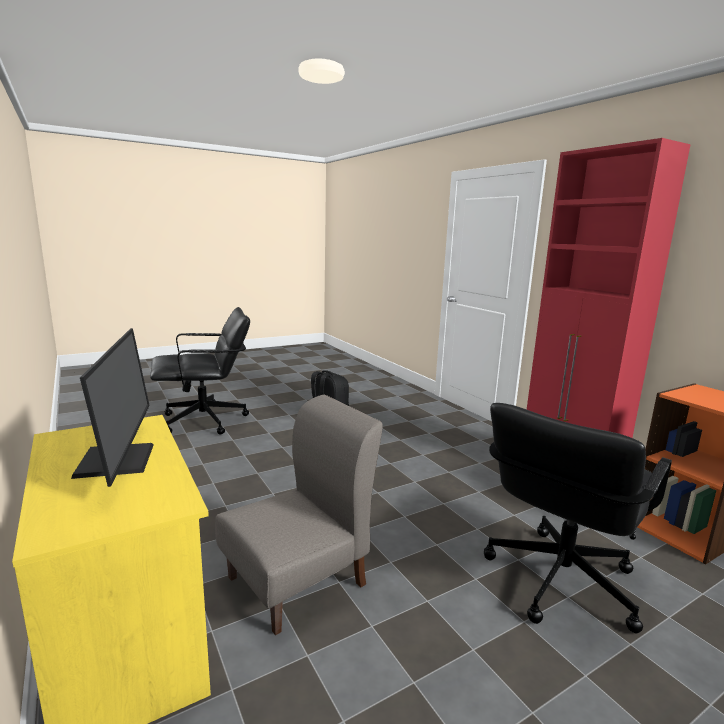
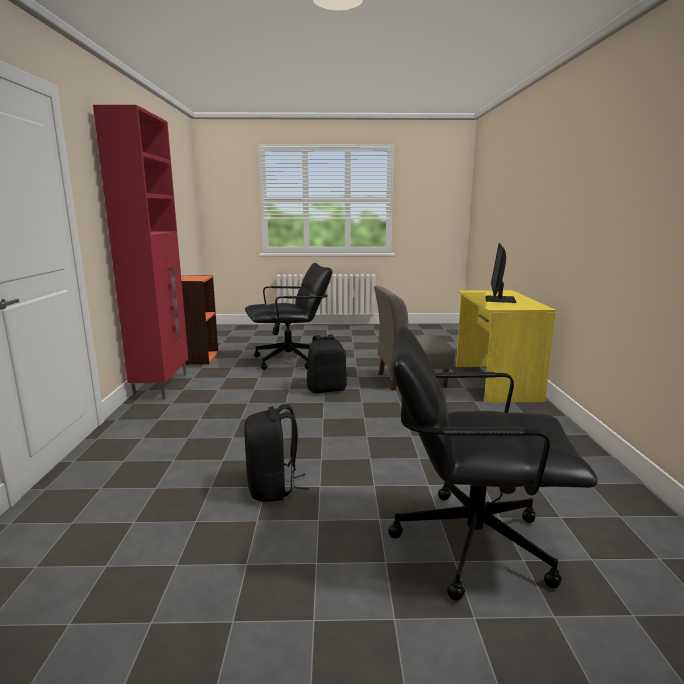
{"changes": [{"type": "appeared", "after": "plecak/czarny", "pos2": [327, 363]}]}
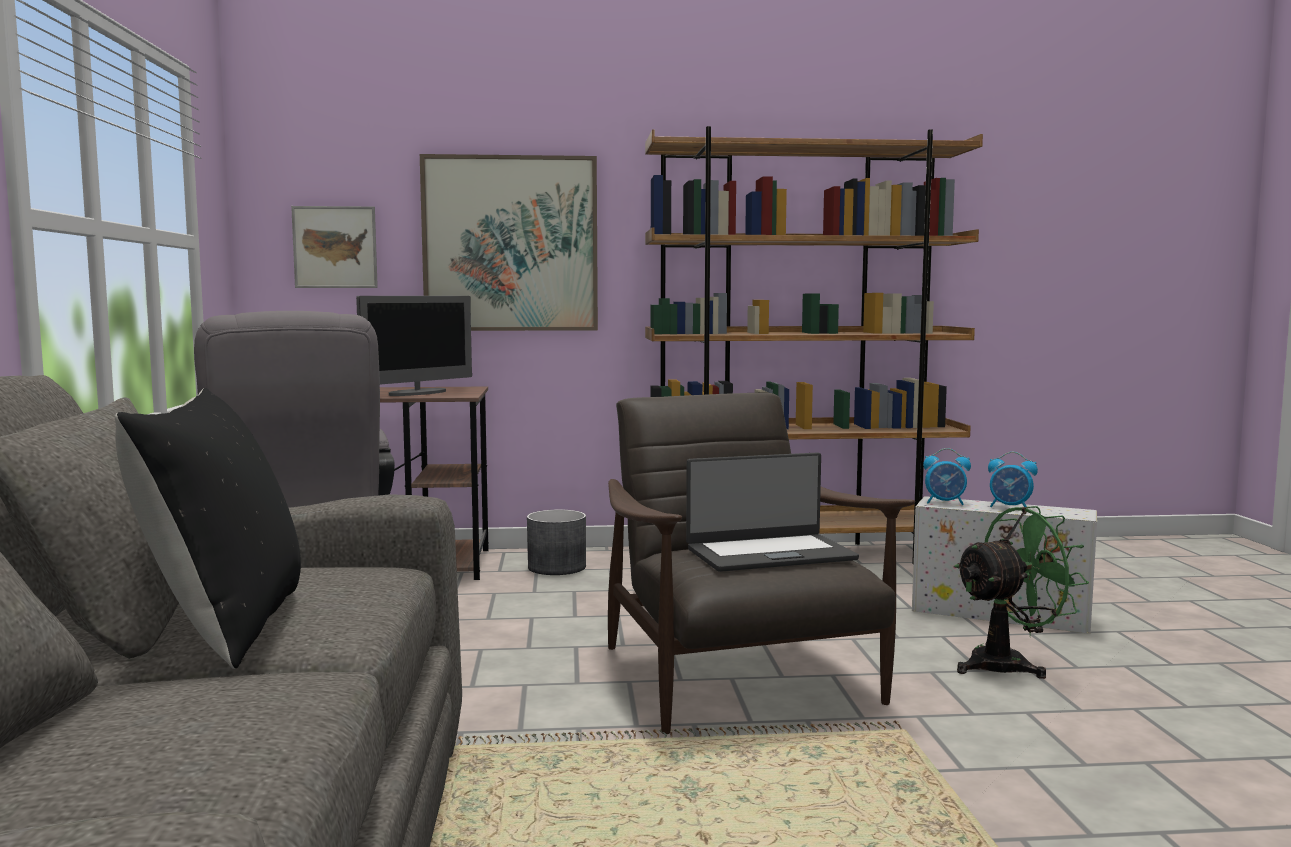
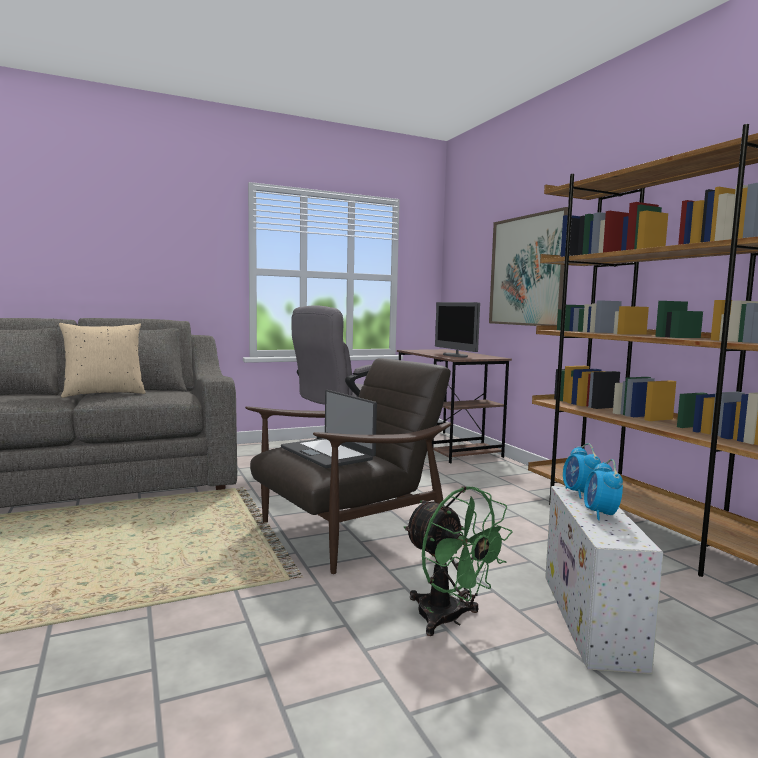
{"changes": [{"type": "missing", "before": "obraz", "pos1": [334, 247]}, {"type": "missing", "before": "donica/szary", "pos1": [556, 542]}, {"type": "colour", "before": "poduszka/czarny", "after": "poduszka/beżowy", "pos1": [208, 528], "pos2": [102, 360]}, {"type": "spun", "before": "monitor", "pos1": [414, 346], "pos2": [457, 329], "turn": 45}]}
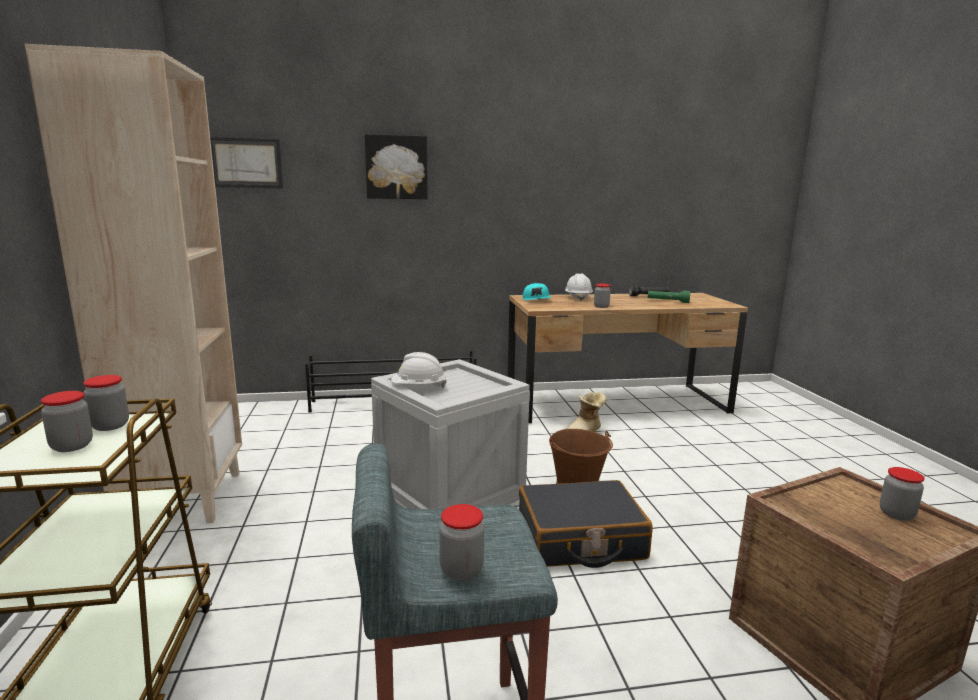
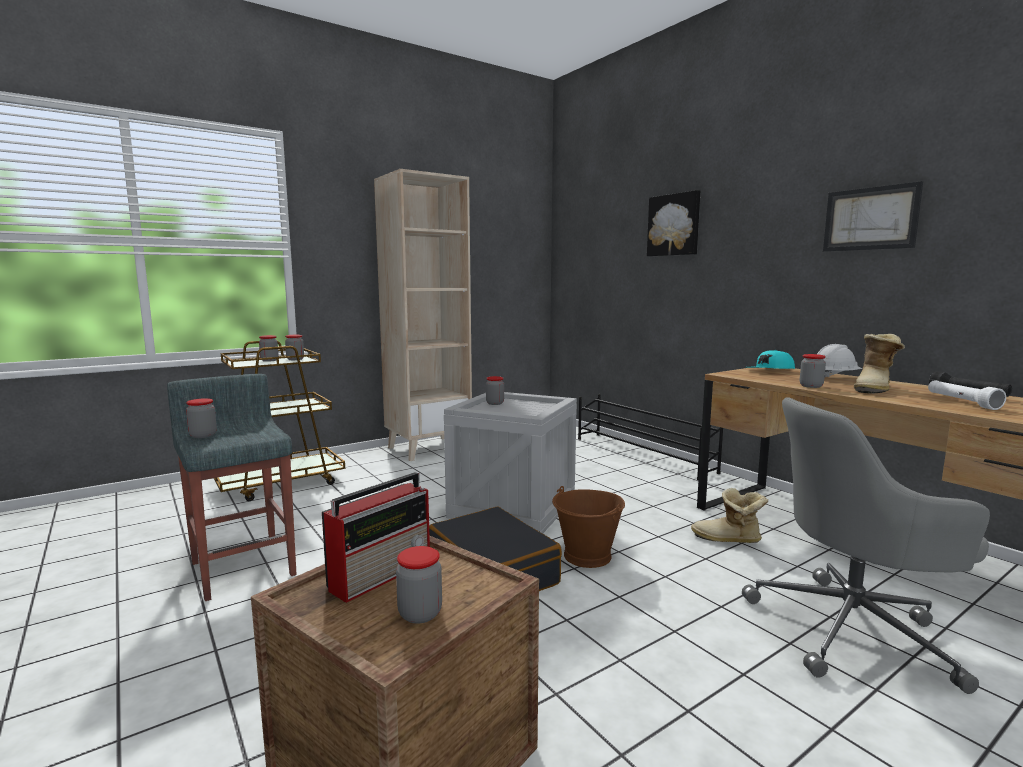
{"changes": [{"type": "appeared", "after": "radio", "pos2": [376, 537]}, {"type": "appeared", "after": "krzesło biurowe/szary", "pos2": [866, 545]}, {"type": "appeared", "after": "but z cholewką", "pos2": [879, 364]}, {"type": "relocated", "before": "obraz", "pos1": [246, 162], "pos2": [873, 216]}, {"type": "exchanged", "before": "kask/biały", "after": "słoik", "pos1": [419, 370], "pos2": [495, 390]}, {"type": "colour", "before": "latarka/zielony", "after": "latarka/biały", "pos1": [669, 297], "pos2": [967, 395]}]}
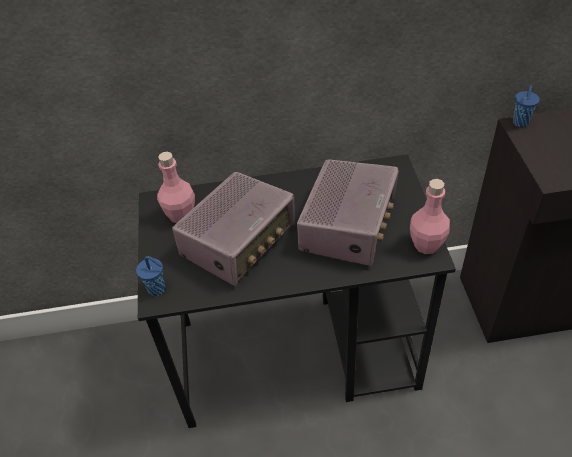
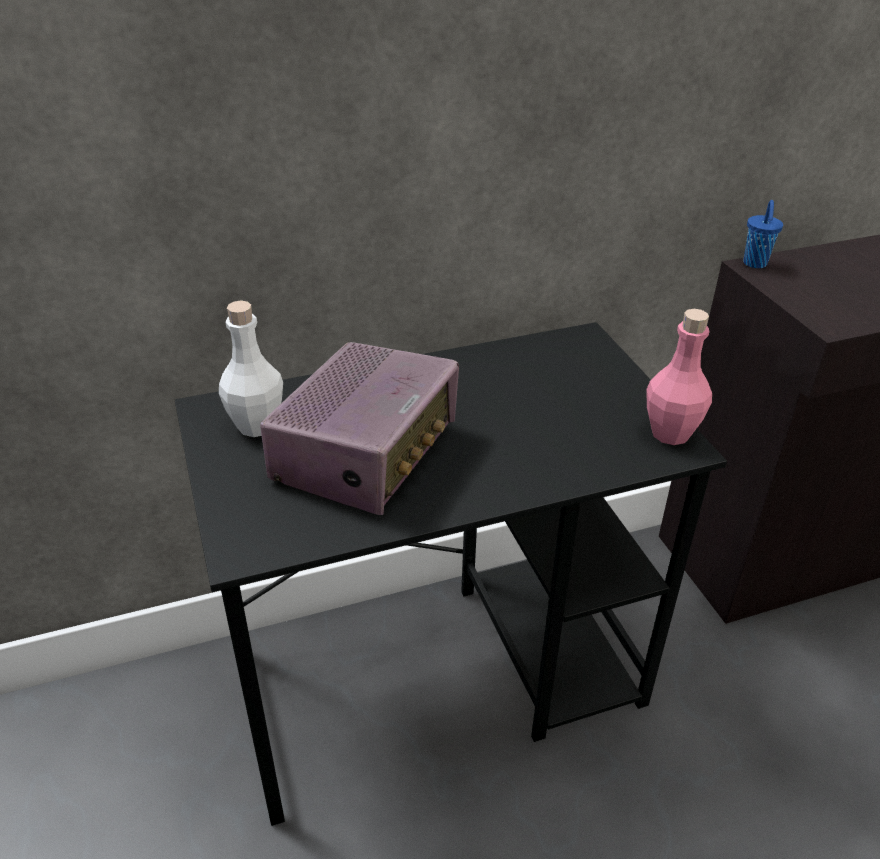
{"changes": [{"type": "missing", "before": "filiżanka/niebieski", "pos1": [150, 276]}, {"type": "missing", "before": "radio", "pos1": [348, 212]}, {"type": "colour", "before": "butelka/różowy", "after": "butelka/biały", "pos1": [176, 187], "pos2": [251, 369]}]}
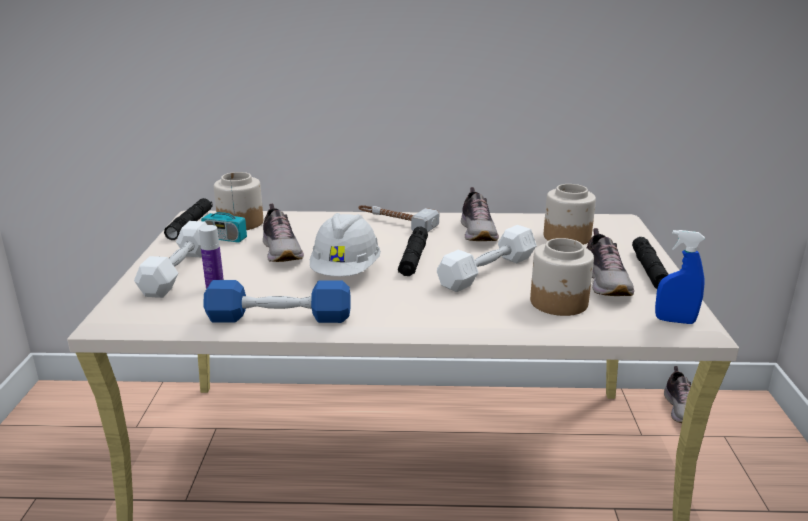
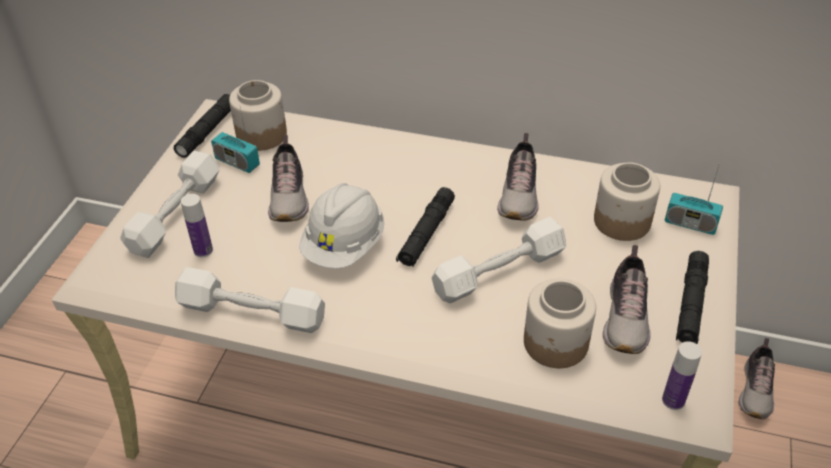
{"changes": [{"type": "missing", "before": "młotek", "pos1": [398, 218]}, {"type": "appeared", "after": "radio", "pos2": [694, 199]}, {"type": "exchanged", "before": "spryskiwacz/niebieski", "after": "butelka", "pos1": [680, 277], "pos2": [682, 375]}, {"type": "colour", "before": "hantel/niebieski", "after": "hantel/biały", "pos1": [276, 301], "pos2": [250, 300]}]}
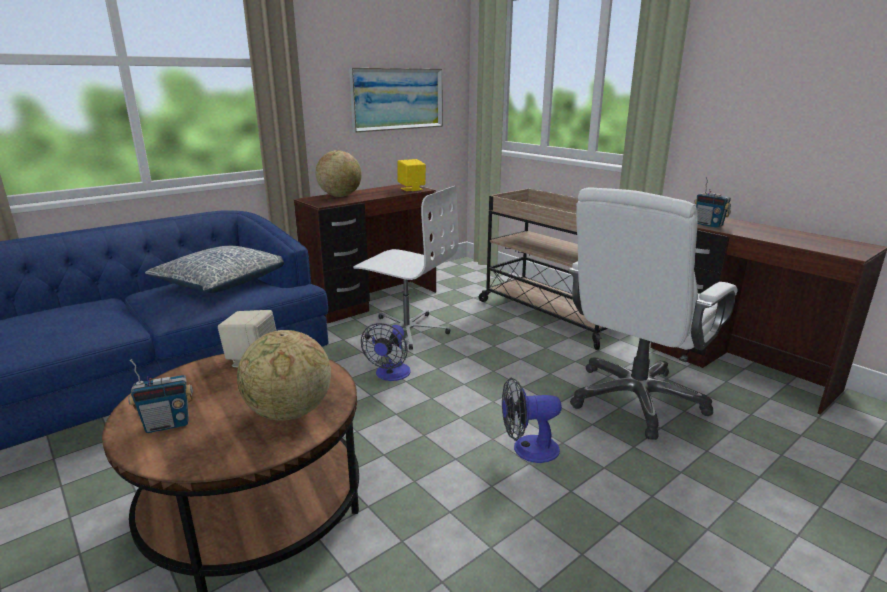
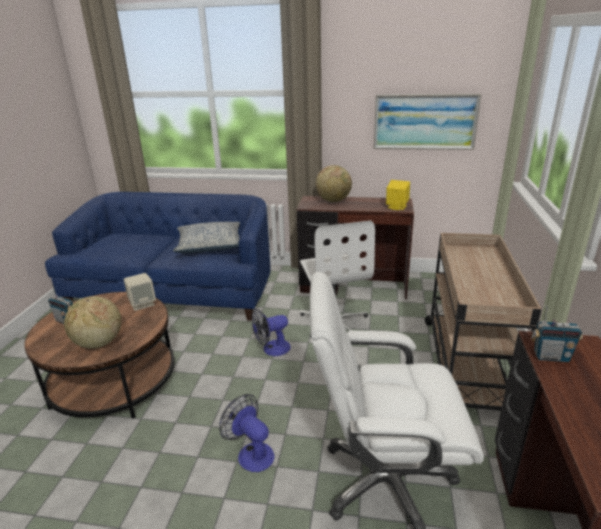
{"changes": [{"type": "spun", "before": "radio", "pos1": [712, 202], "pos2": [557, 333], "turn": -90}]}
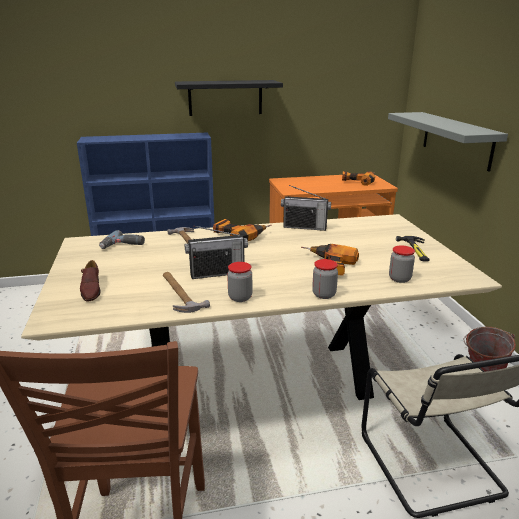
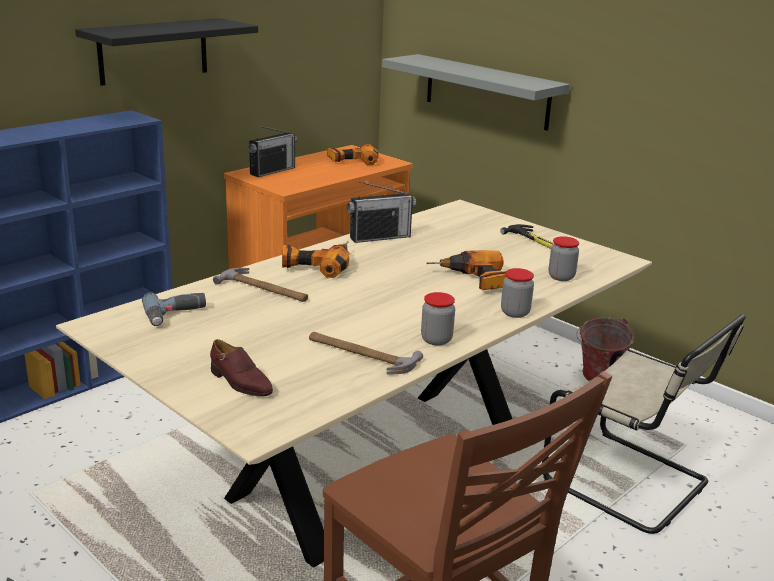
{"changes": [{"type": "relocated", "before": "radio", "pos1": [216, 252], "pos2": [272, 151]}]}
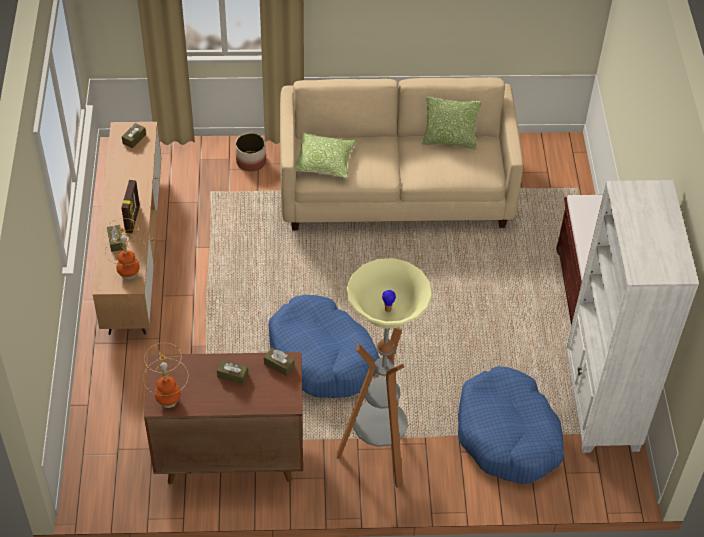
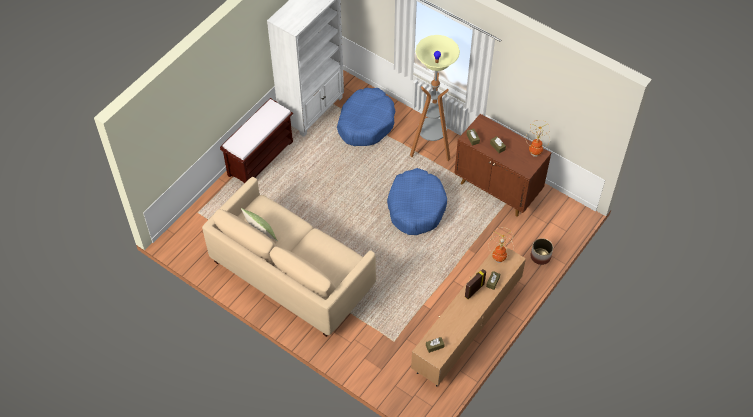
{"changes": [{"type": "missing", "before": "poduszka", "pos1": [325, 156]}, {"type": "relocated", "before": "donica", "pos1": [250, 152], "pos2": [542, 251]}]}
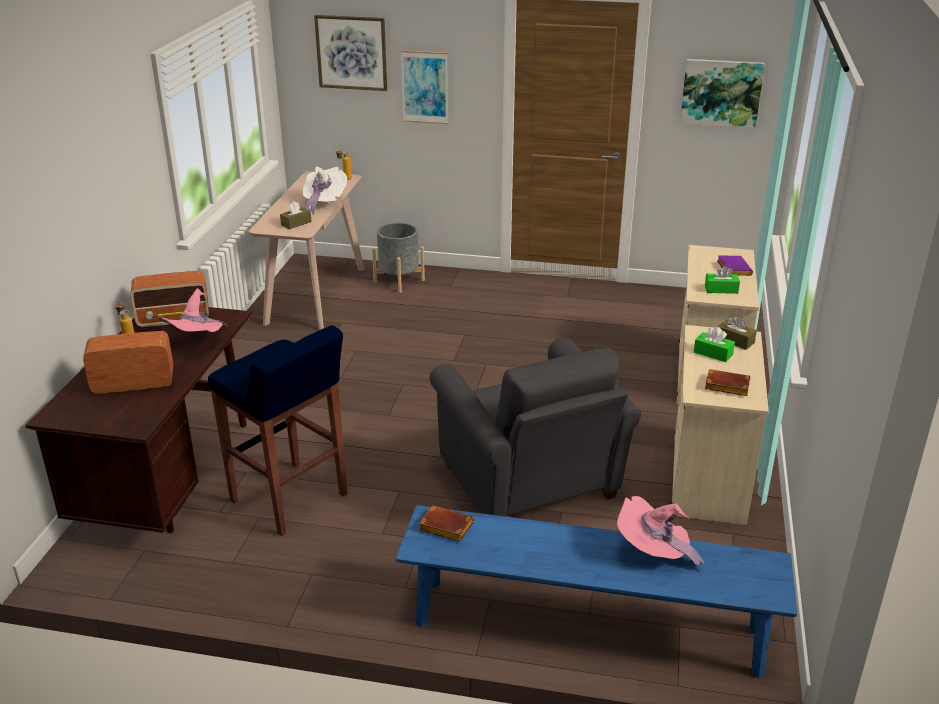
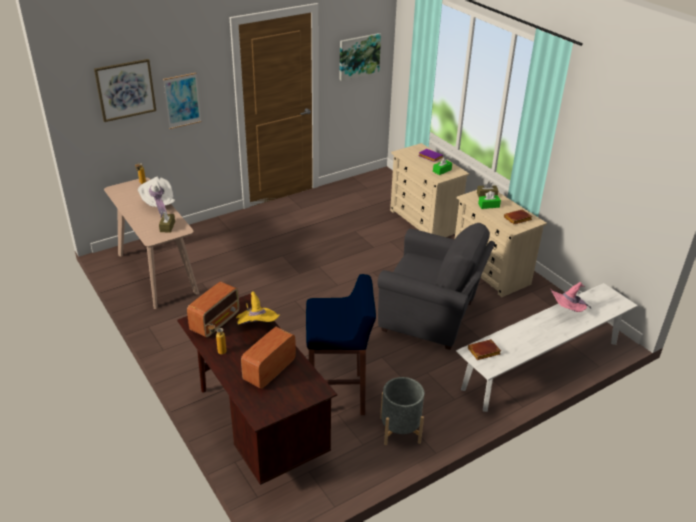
{"changes": [{"type": "relocated", "before": "donica/szary", "pos1": [398, 258], "pos2": [402, 411]}, {"type": "colour", "before": "kapelusz/różowy", "after": "kapelusz/żółty", "pos1": [192, 310], "pos2": [258, 308]}, {"type": "colour", "before": "ławka/niebieski", "after": "ławka/biały", "pos1": [596, 591], "pos2": [547, 347]}]}
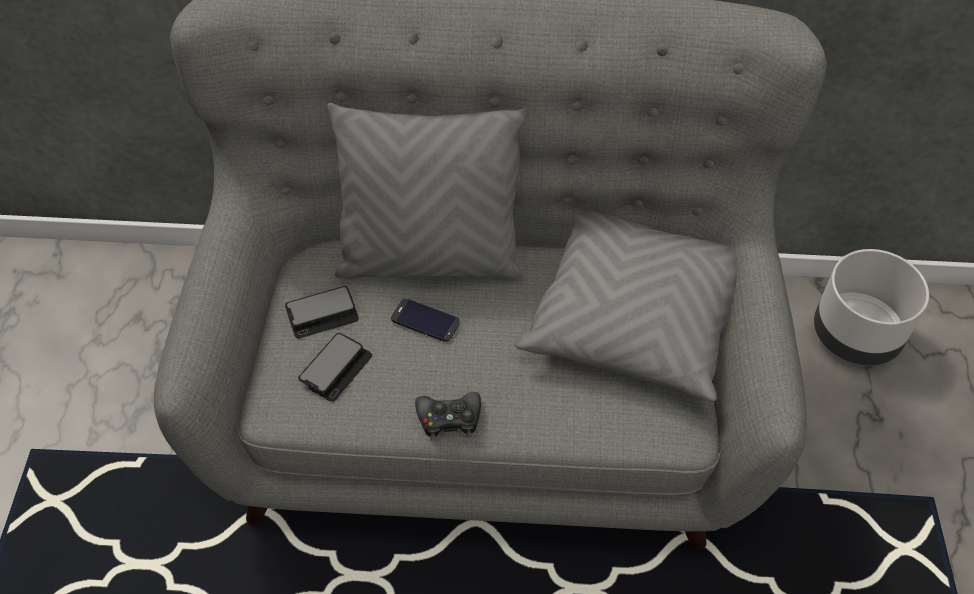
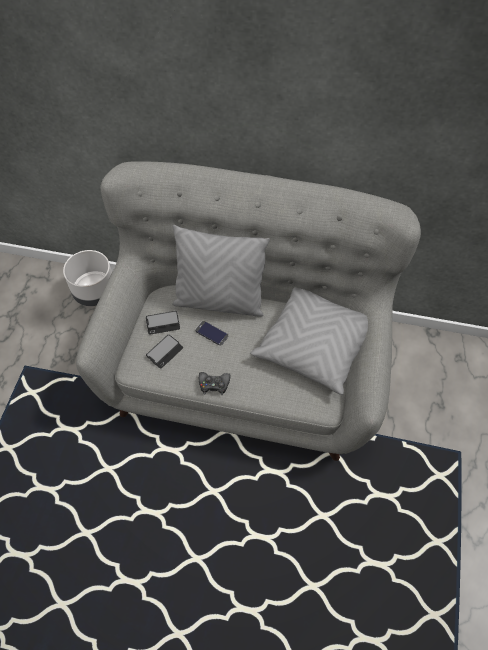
{"changes": [{"type": "relocated", "before": "donica/szary", "pos1": [871, 307], "pos2": [87, 278]}]}
